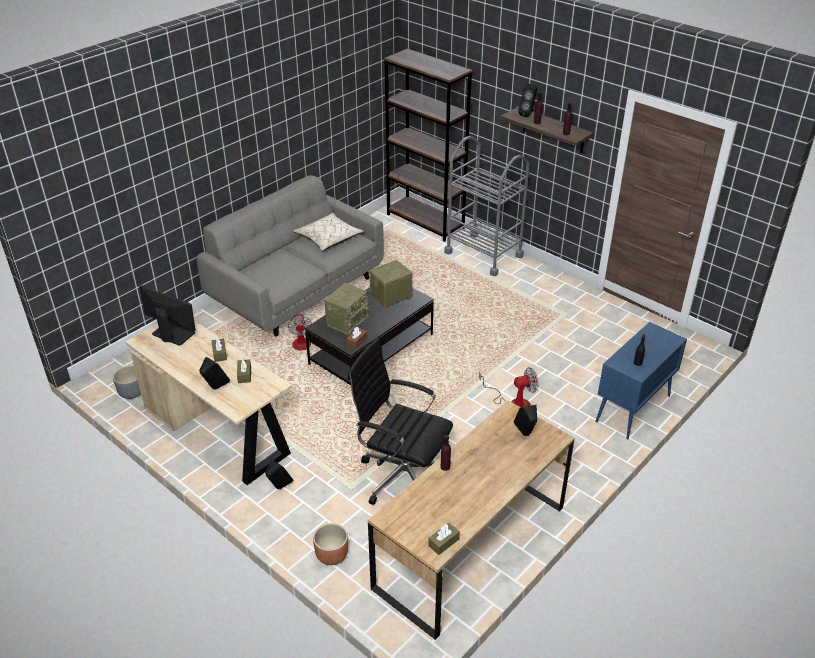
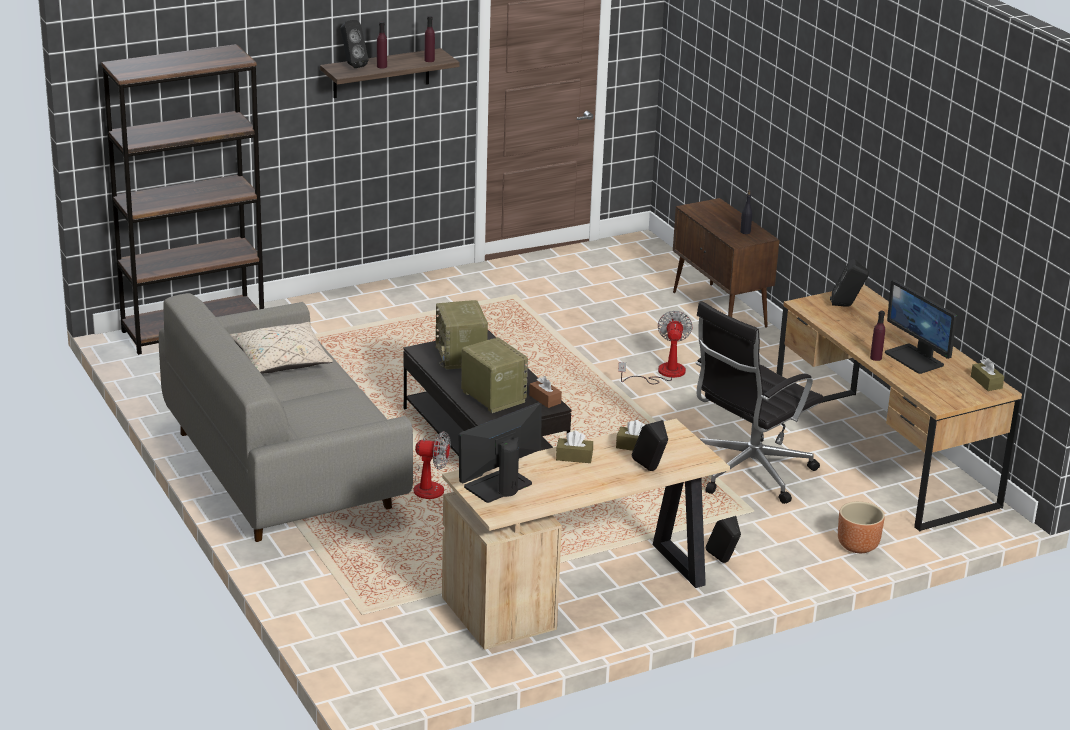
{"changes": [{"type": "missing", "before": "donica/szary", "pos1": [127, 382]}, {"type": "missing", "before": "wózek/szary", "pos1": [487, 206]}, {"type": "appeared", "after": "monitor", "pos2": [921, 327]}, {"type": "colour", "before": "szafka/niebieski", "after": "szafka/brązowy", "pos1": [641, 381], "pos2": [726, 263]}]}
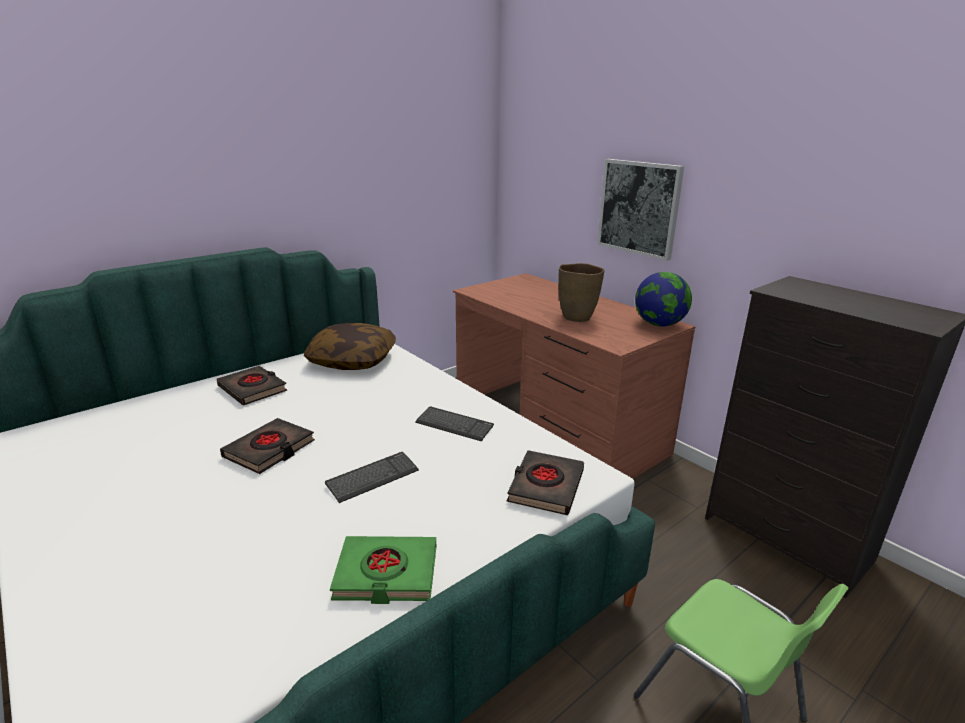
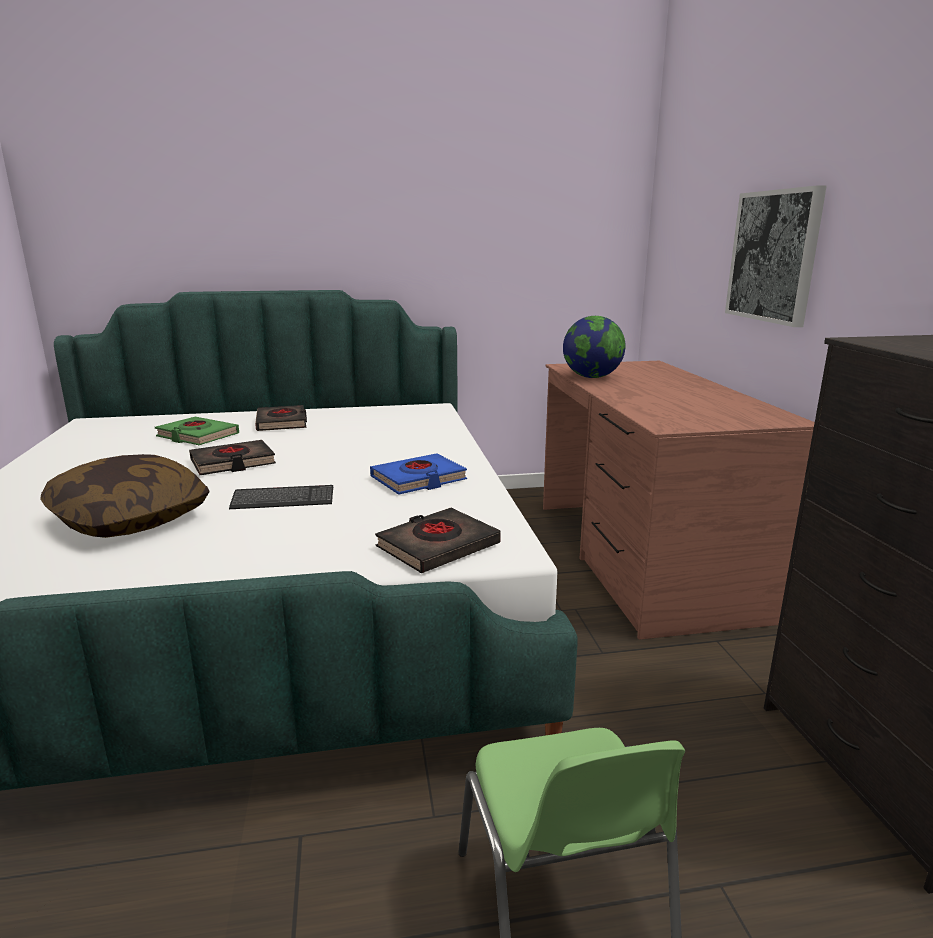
{"changes": [{"type": "missing", "before": "wazon/brązowy", "pos1": [581, 292]}, {"type": "relocated", "before": "poduszka", "pos1": [350, 346], "pos2": [125, 496]}, {"type": "relocated", "before": "książka/zielony", "pos1": [383, 570], "pos2": [197, 431]}, {"type": "relocated", "before": "globus", "pos1": [663, 299], "pos2": [594, 347]}, {"type": "exchanged", "before": "klawiatura", "after": "książka/niebieski", "pos1": [454, 424], "pos2": [418, 474]}]}
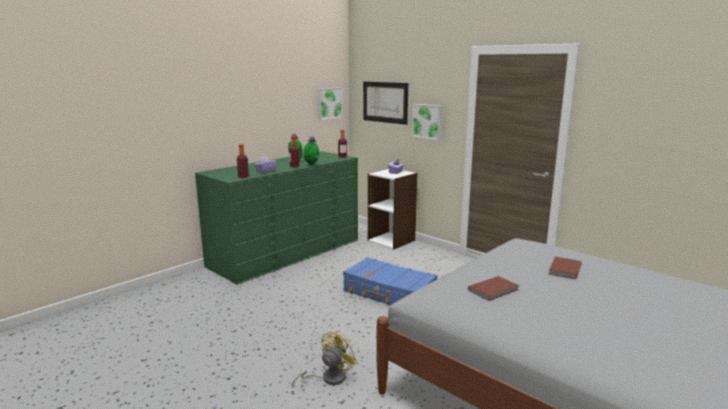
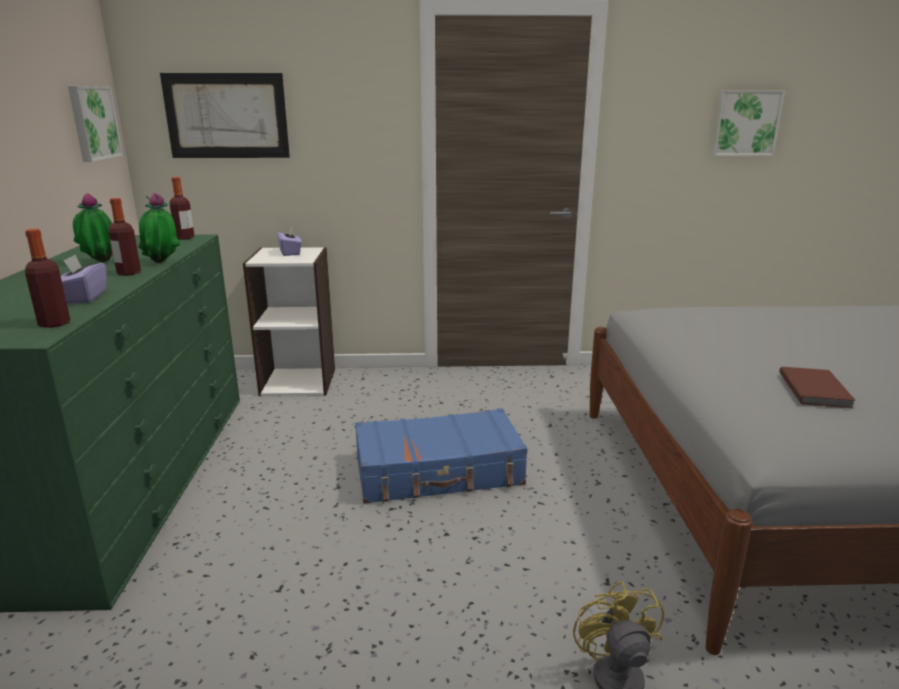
{"changes": [{"type": "missing", "before": "książka/brązowy", "pos1": [565, 267]}, {"type": "relocated", "before": "obraz", "pos1": [427, 122], "pos2": [748, 123]}]}
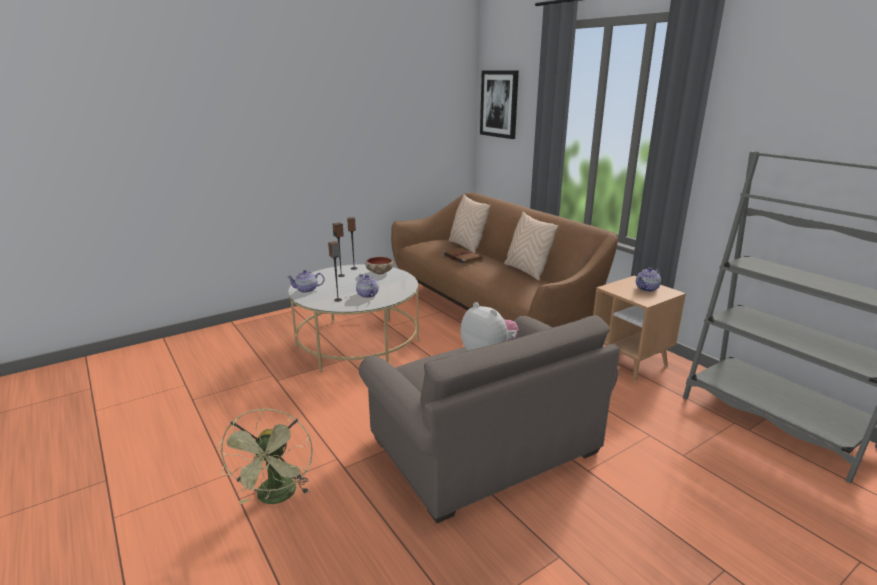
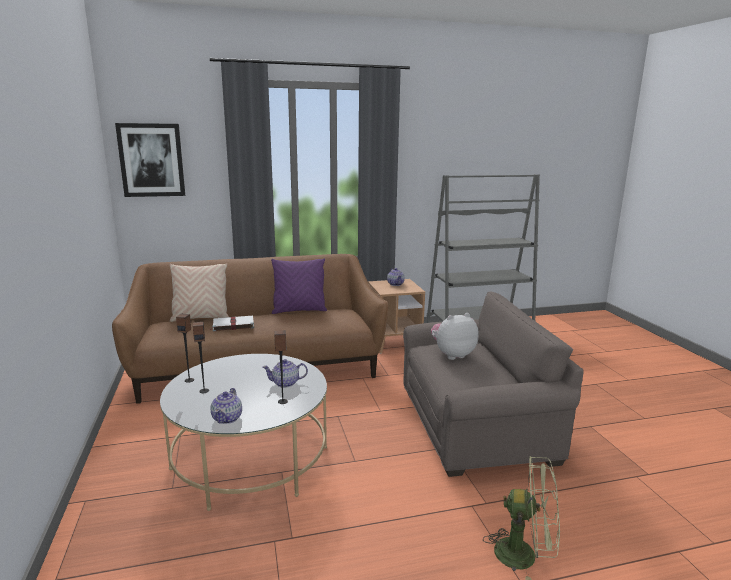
{"changes": [{"type": "missing", "before": "miska", "pos1": [379, 265]}, {"type": "colour", "before": "książka/brązowy", "after": "książka/biały", "pos1": [463, 256], "pos2": [232, 324]}, {"type": "colour", "before": "poduszka/beżowy", "after": "poduszka/fioletowy", "pos1": [531, 245], "pos2": [299, 286]}]}
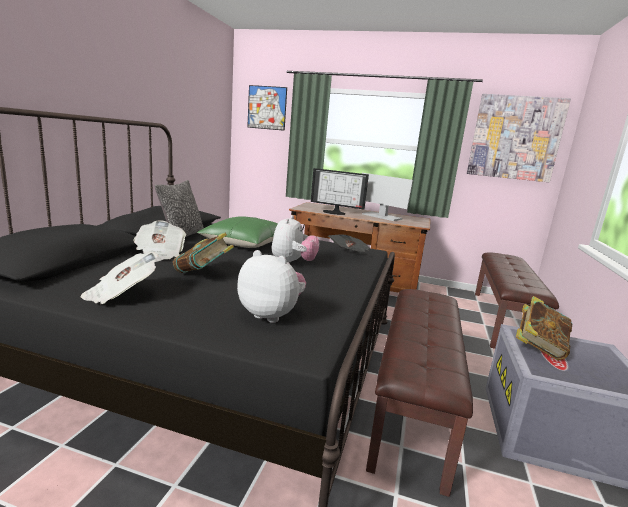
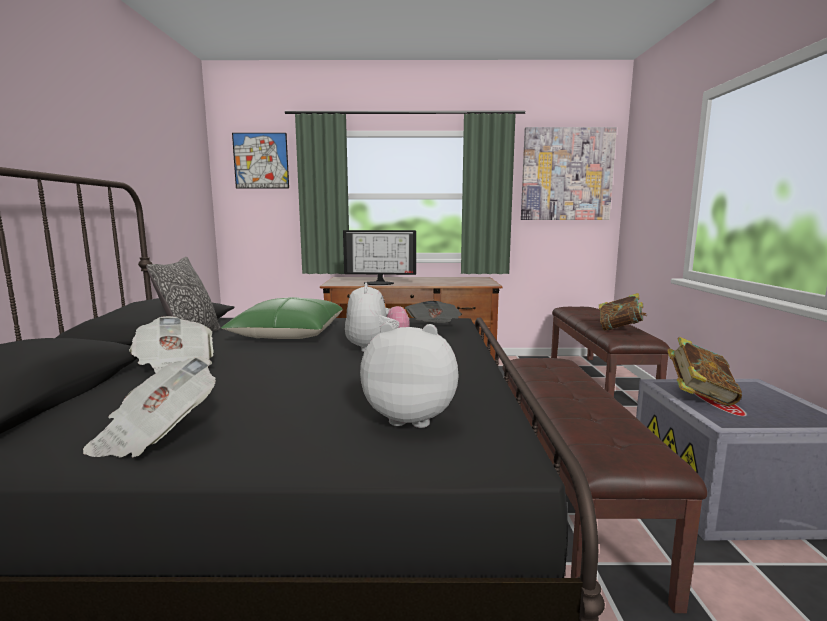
{"changes": [{"type": "missing", "before": "monitor", "pos1": [387, 197]}, {"type": "relocated", "before": "książka", "pos1": [203, 253], "pos2": [623, 312]}]}
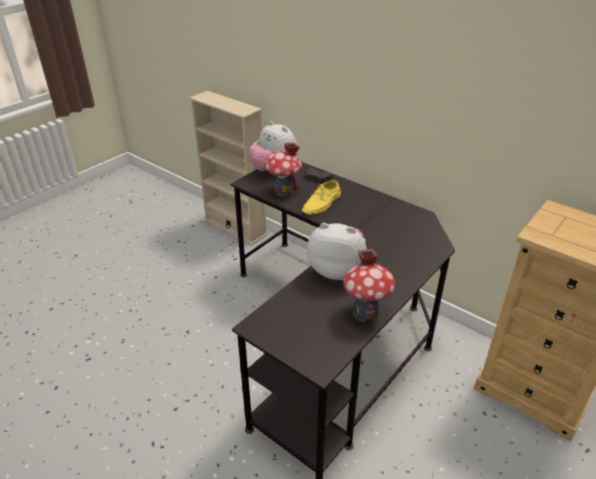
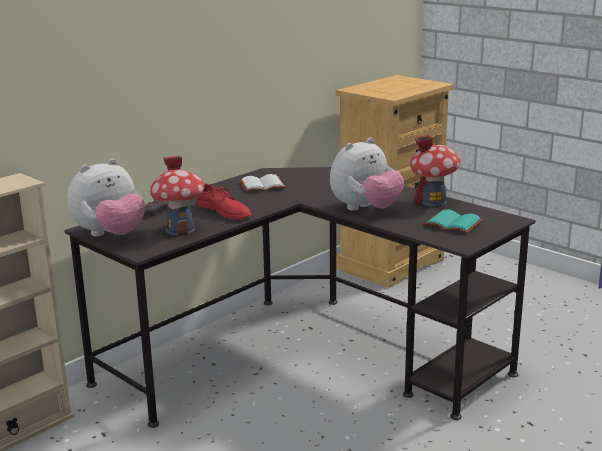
{"changes": [{"type": "appeared", "after": "książka/biały", "pos2": [263, 183]}, {"type": "appeared", "after": "książka/turkusowy", "pos2": [453, 221]}, {"type": "colour", "before": "but/żółty", "after": "but/czerwony", "pos1": [321, 197], "pos2": [224, 201]}, {"type": "spun", "before": "pluszak", "pos1": [337, 251], "pos2": [367, 174], "turn": -150}]}
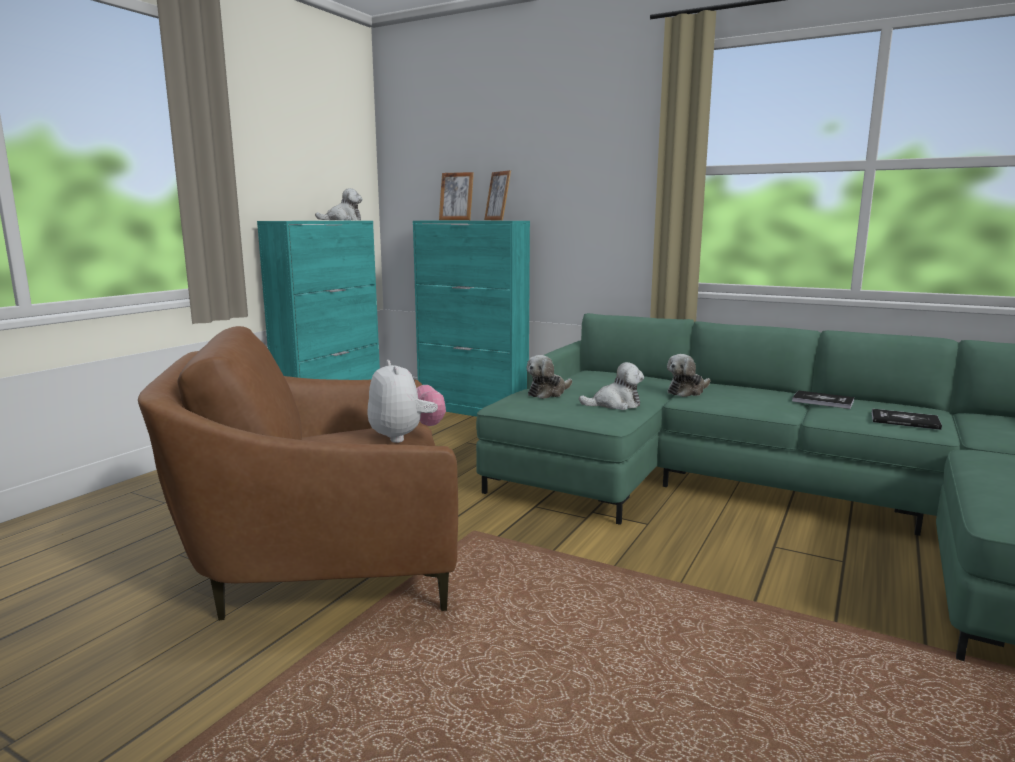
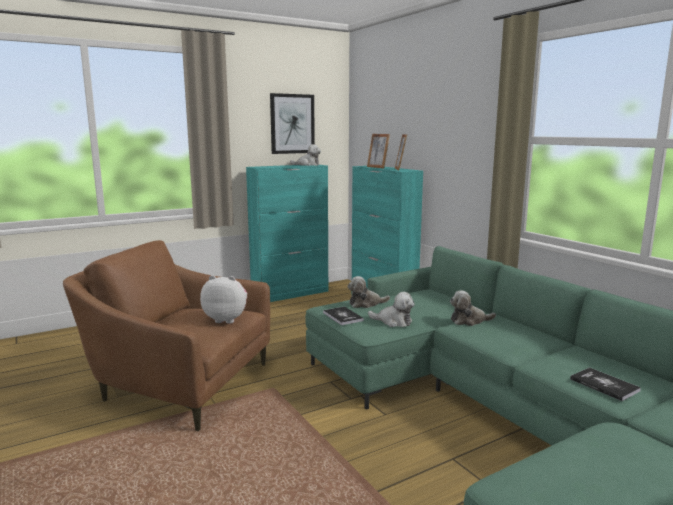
{"changes": [{"type": "appeared", "after": "obraz", "pos2": [292, 123]}, {"type": "relocated", "before": "książka", "pos1": [823, 399], "pos2": [343, 315]}, {"type": "spun", "before": "pluszak", "pos1": [406, 401], "pos2": [223, 299], "turn": -90}]}
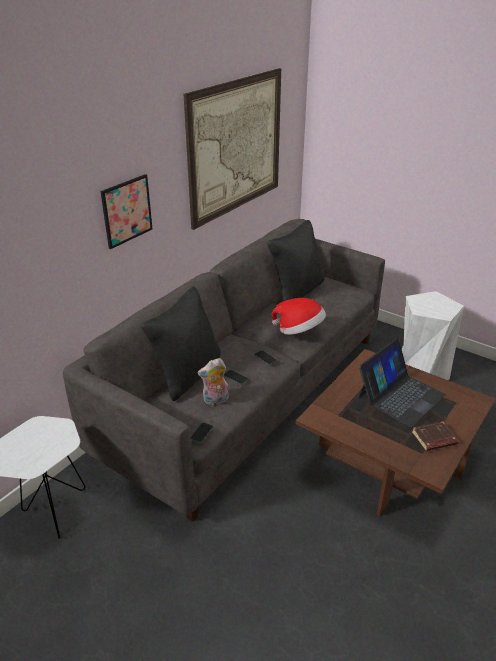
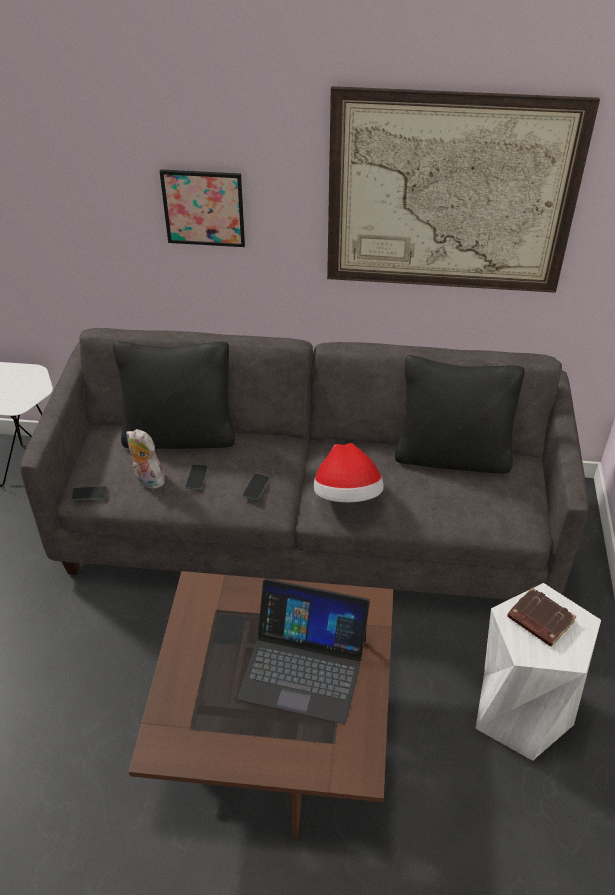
{"changes": [{"type": "relocated", "before": "książka/brązowy", "pos1": [435, 436], "pos2": [541, 617]}]}
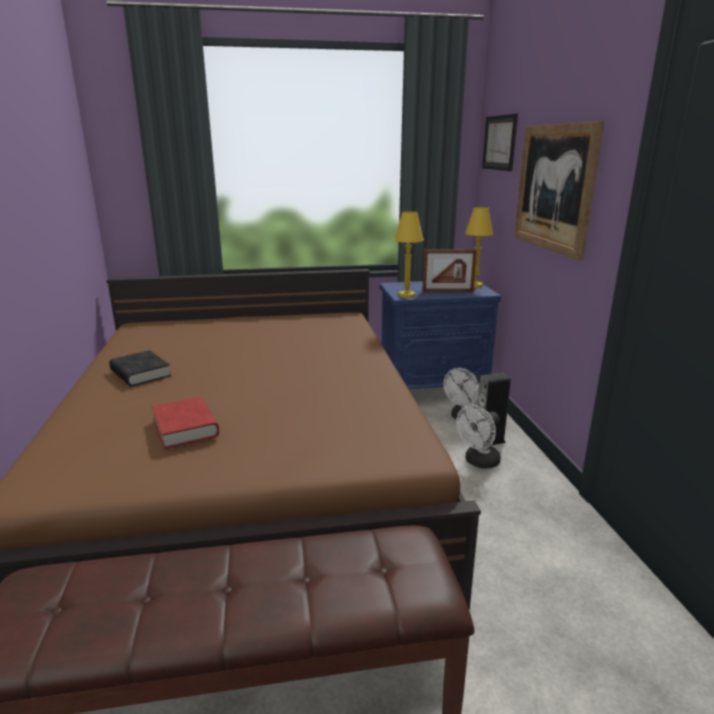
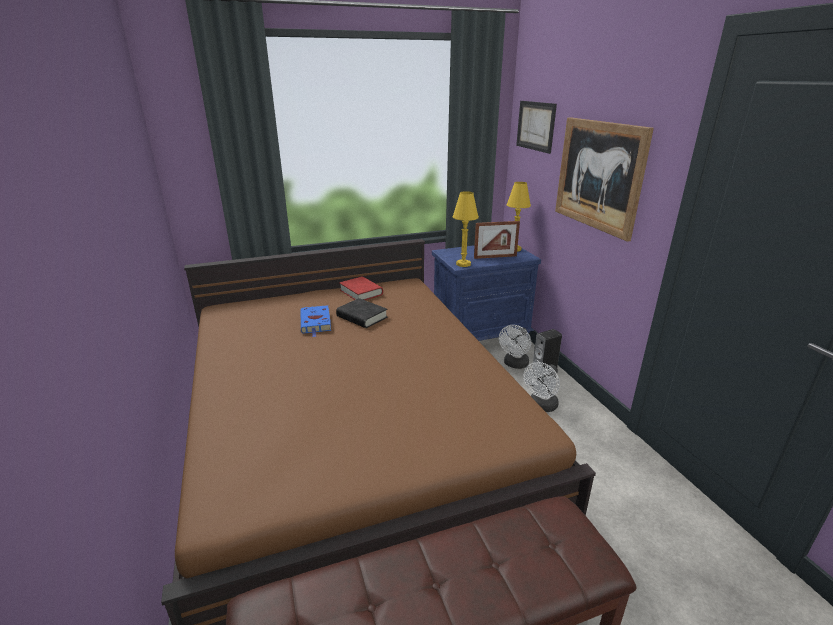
{"changes": [{"type": "appeared", "after": "książka/niebieski", "pos2": [316, 321]}, {"type": "relocated", "before": "książka/czarny", "pos1": [140, 368], "pos2": [362, 313]}, {"type": "relocated", "before": "książka/czerwony", "pos1": [185, 423], "pos2": [361, 288]}]}
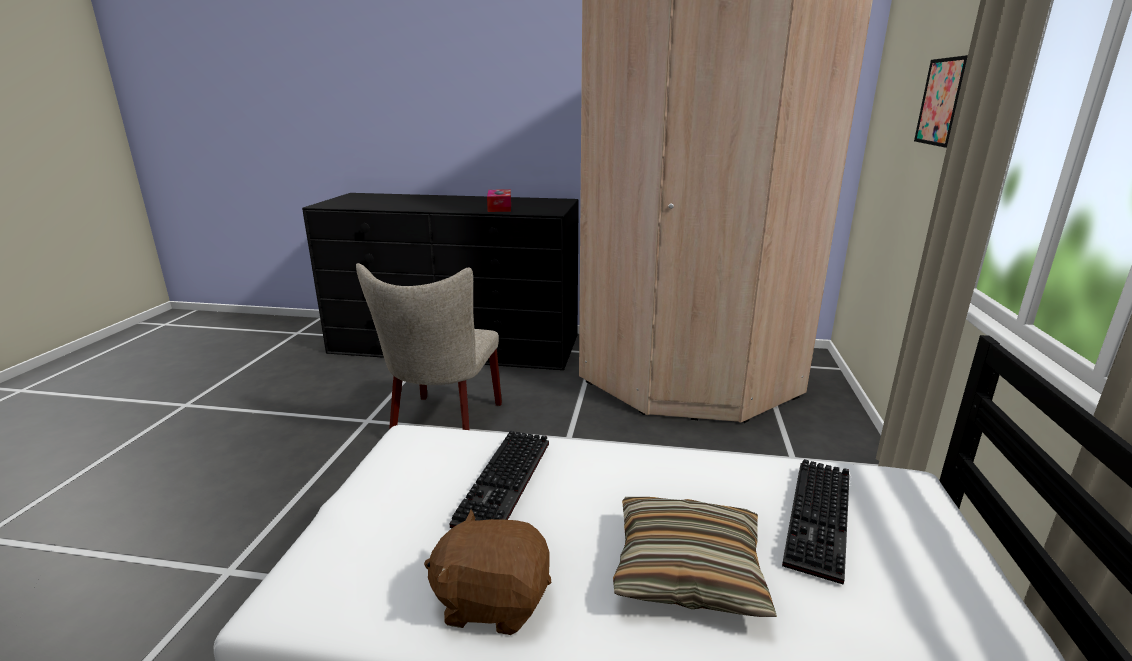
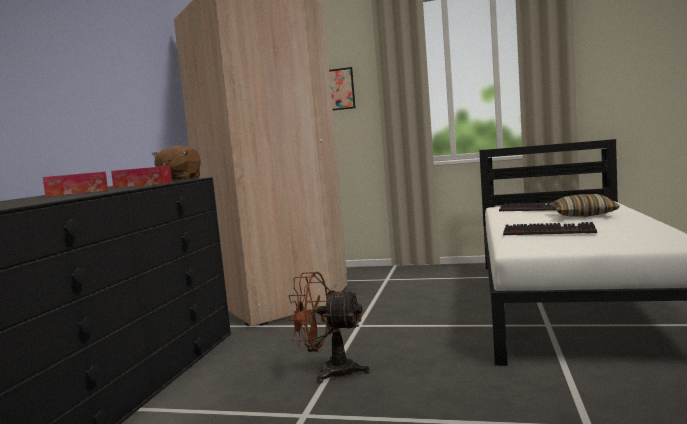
{"changes": [{"type": "appeared", "after": "pudełko chusteczek", "pos2": [75, 184]}, {"type": "relocated", "before": "pluszak/brązowy", "pos1": [487, 572], "pos2": [176, 163]}, {"type": "exchanged", "before": "krzesło/beżowy", "after": "wentylator/brązowy", "pos1": [429, 346], "pos2": [329, 327]}]}
